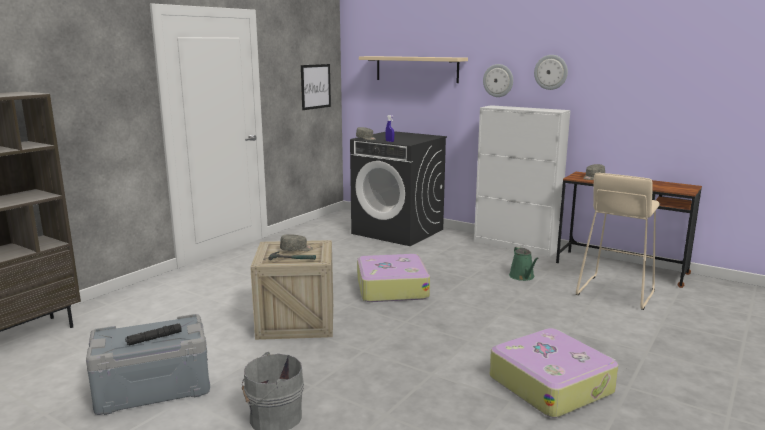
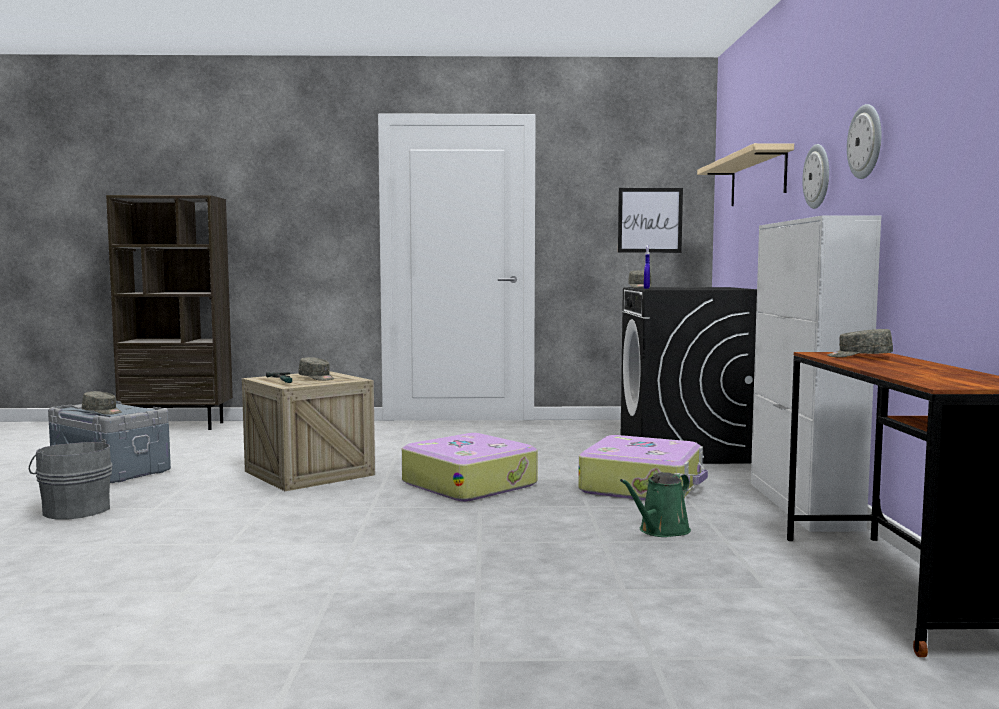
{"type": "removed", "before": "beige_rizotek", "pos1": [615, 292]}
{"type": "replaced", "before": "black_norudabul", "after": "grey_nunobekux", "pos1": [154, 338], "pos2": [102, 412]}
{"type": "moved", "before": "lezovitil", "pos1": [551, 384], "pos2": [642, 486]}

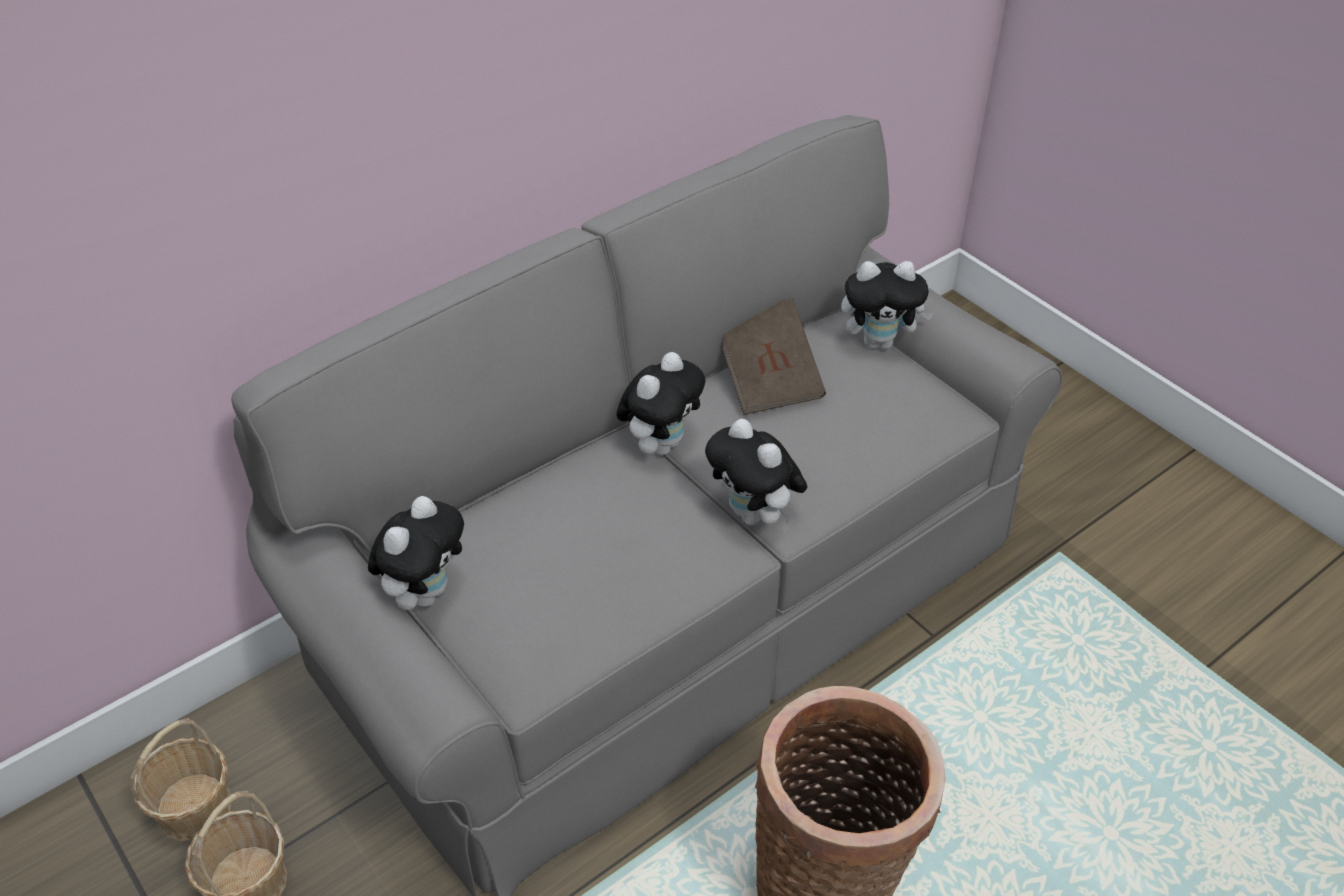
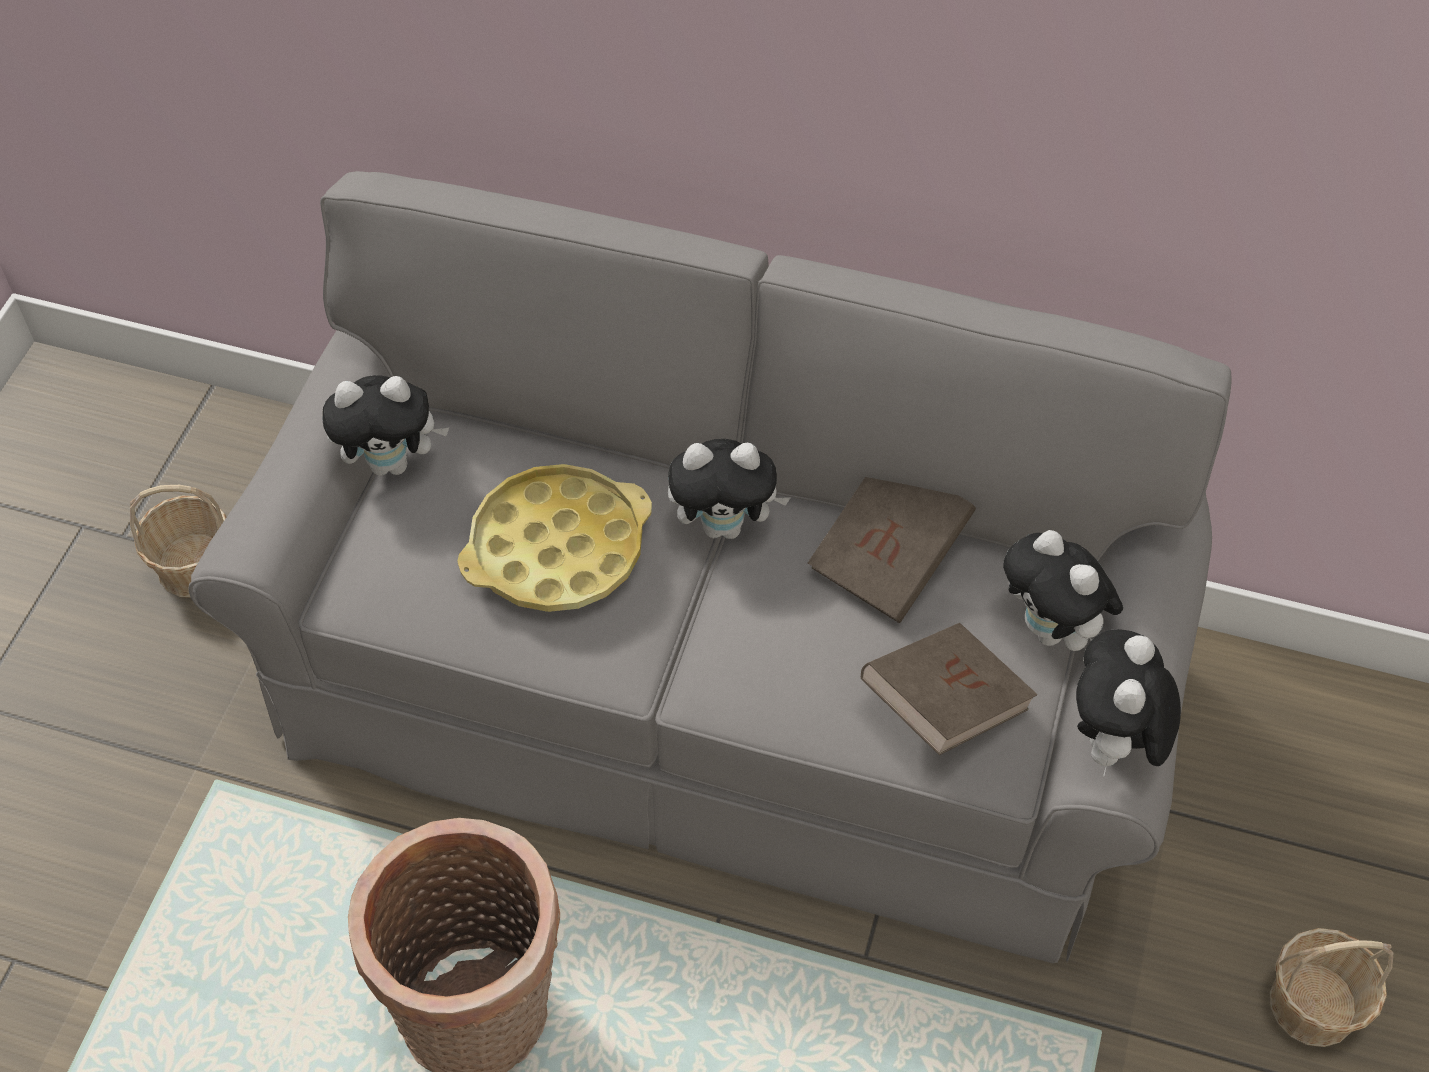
{"type": "moved", "before": "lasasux", "pos1": [754, 515], "pos2": [1112, 744]}
{"type": "moved", "before": "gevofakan", "pos1": [195, 807], "pos2": [1313, 1005]}
{"type": "added", "after": "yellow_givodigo", "pos2": [557, 548]}
{"type": "added", "after": "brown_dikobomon", "pos2": [944, 705]}

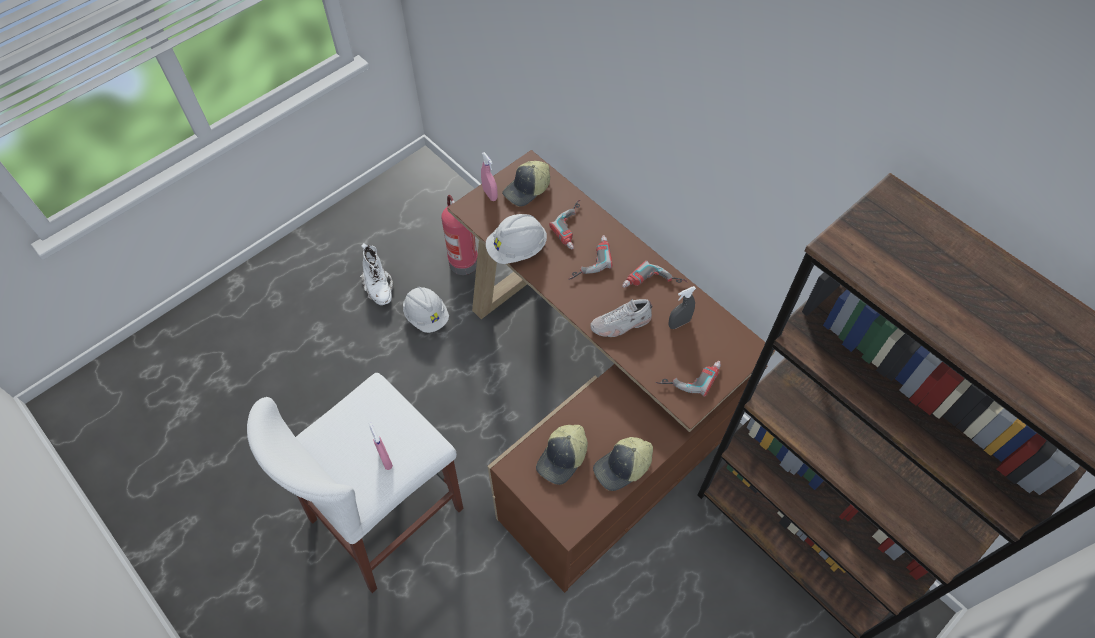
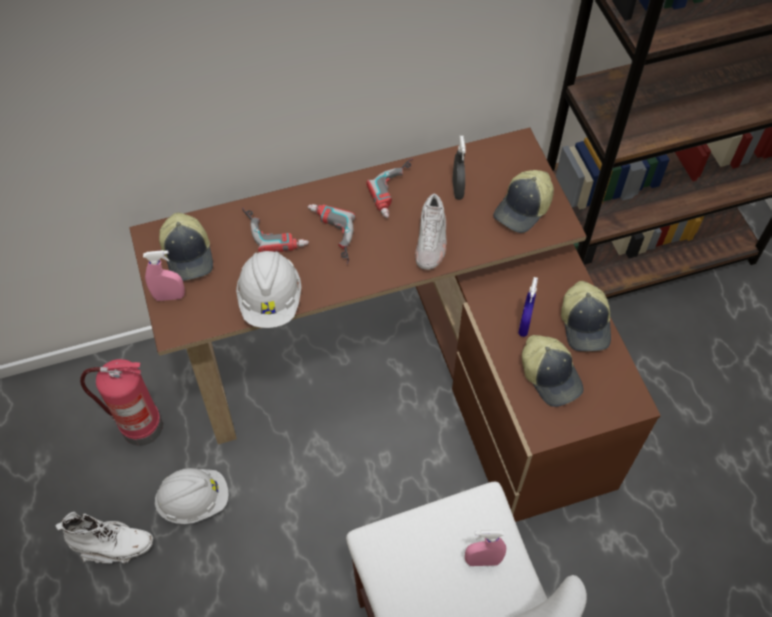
{"type": "replaced", "before": "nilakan", "after": "nunobekux", "pos1": [689, 375], "pos2": [524, 209]}
{"type": "added", "after": "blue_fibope", "pos2": [524, 325]}

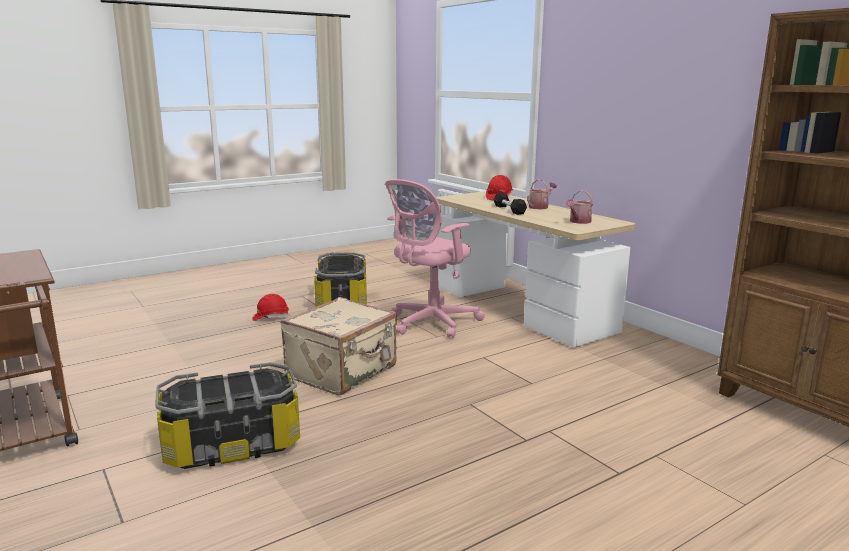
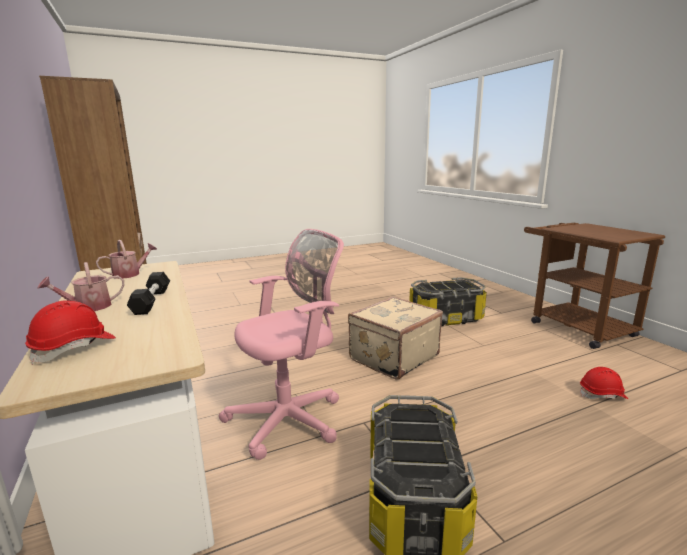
{"type": "moved", "before": "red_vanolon", "pos1": [270, 317], "pos2": [602, 395]}

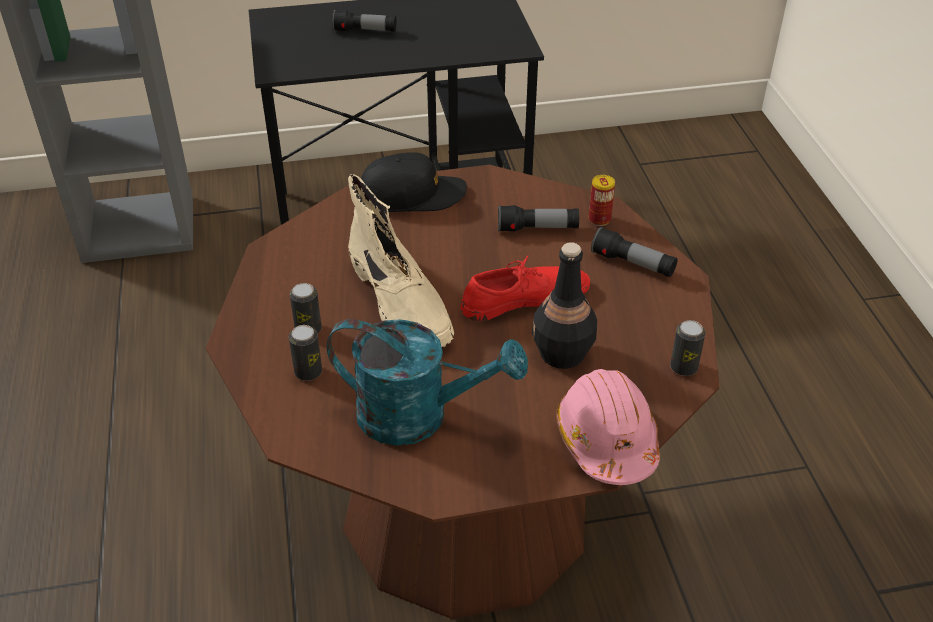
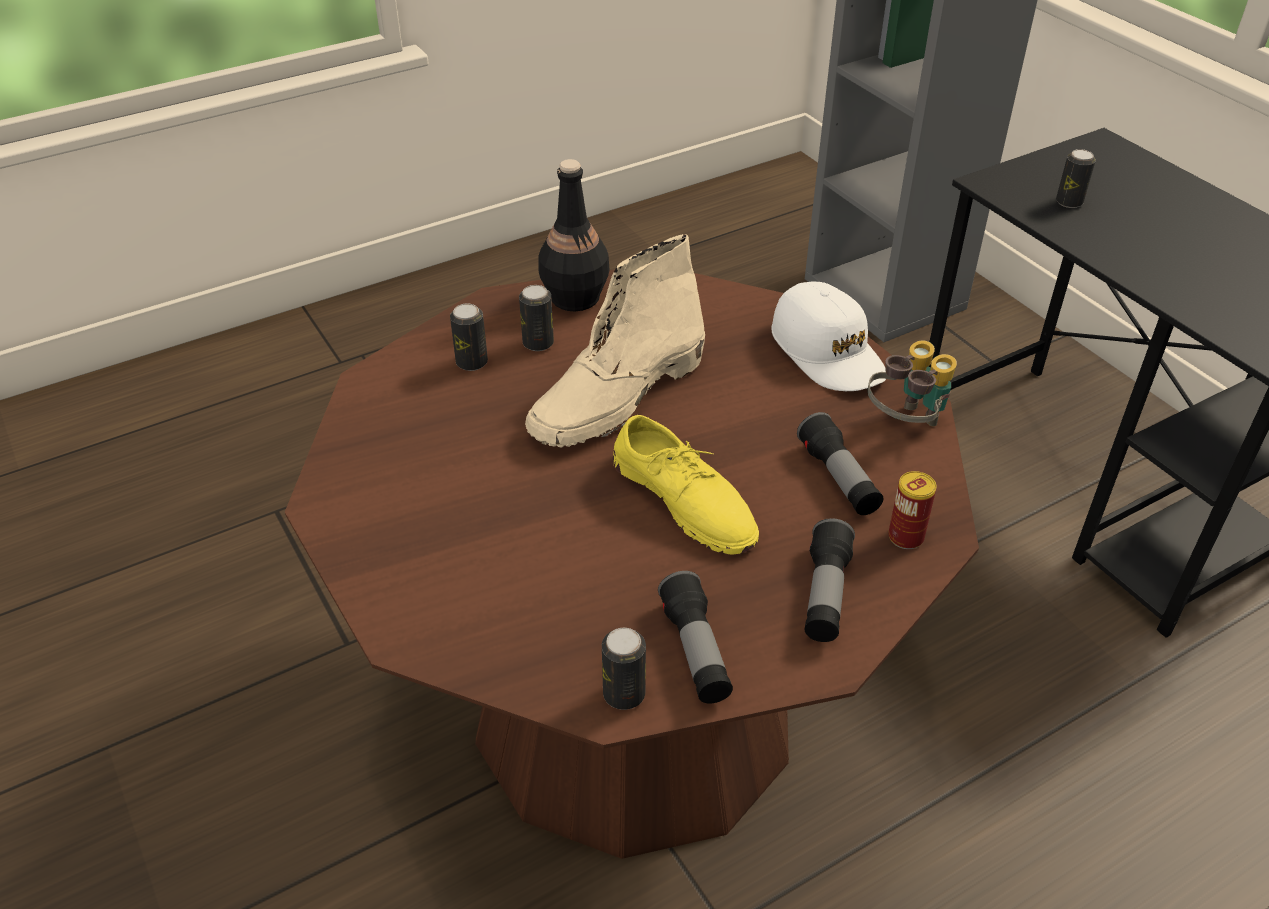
{"type": "moved", "before": "norudabul", "pos1": [365, 31], "pos2": [695, 651]}
{"type": "recoloured", "before": "black_nunobekux", "after": "white_nunobekux", "pos1": [412, 195], "pos2": [828, 352]}
{"type": "moved", "before": "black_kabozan", "pos1": [562, 354], "pos2": [574, 298]}
{"type": "recoloured", "before": "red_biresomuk", "after": "yellow_biresomuk", "pos1": [524, 298], "pos2": [685, 499]}
{"type": "removed", "before": "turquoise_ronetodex", "pos1": [419, 416]}
{"type": "removed", "before": "pink_vanolon", "pos1": [606, 440]}
{"type": "added", "after": "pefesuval", "pos2": [1069, 202]}
{"type": "added", "after": "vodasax", "pos2": [906, 424]}

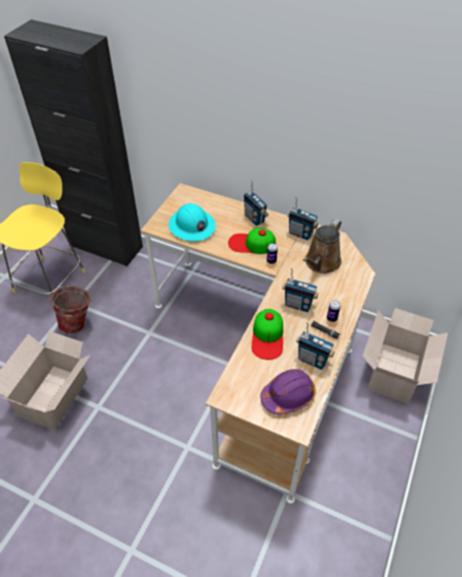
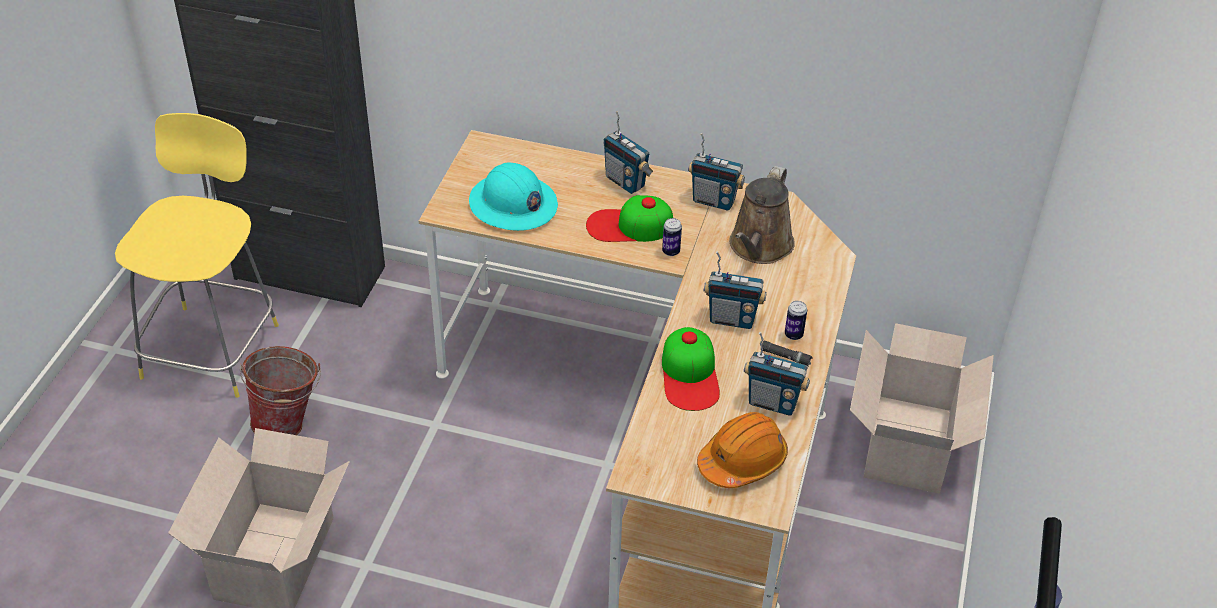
{"type": "recoloured", "before": "purple_vanolon", "after": "orange_vanolon", "pos1": [288, 395], "pos2": [742, 461]}

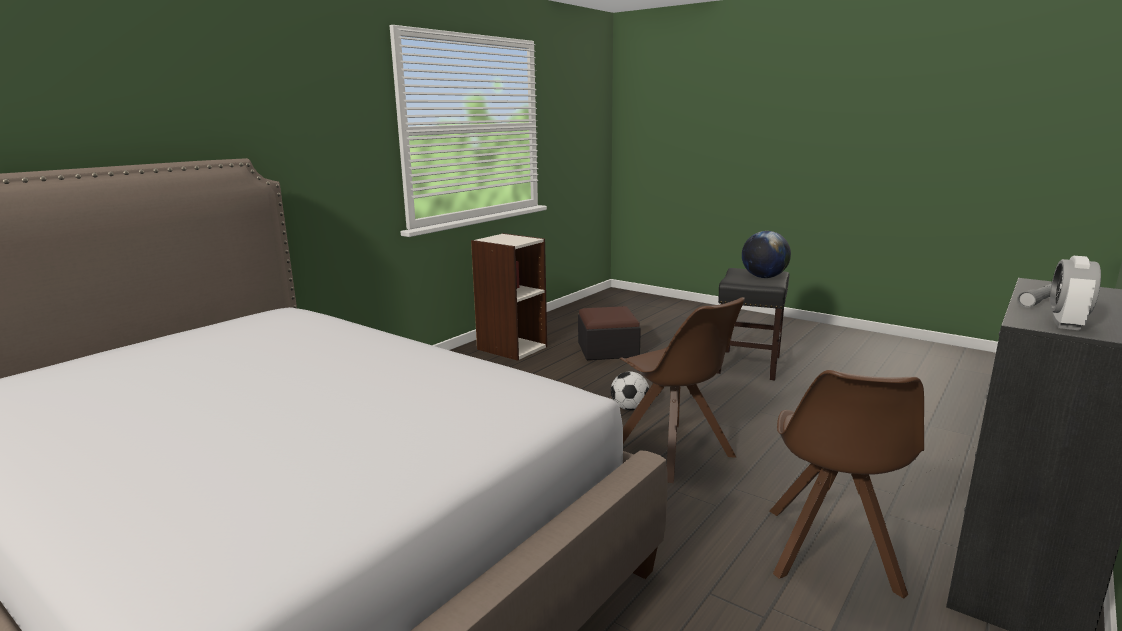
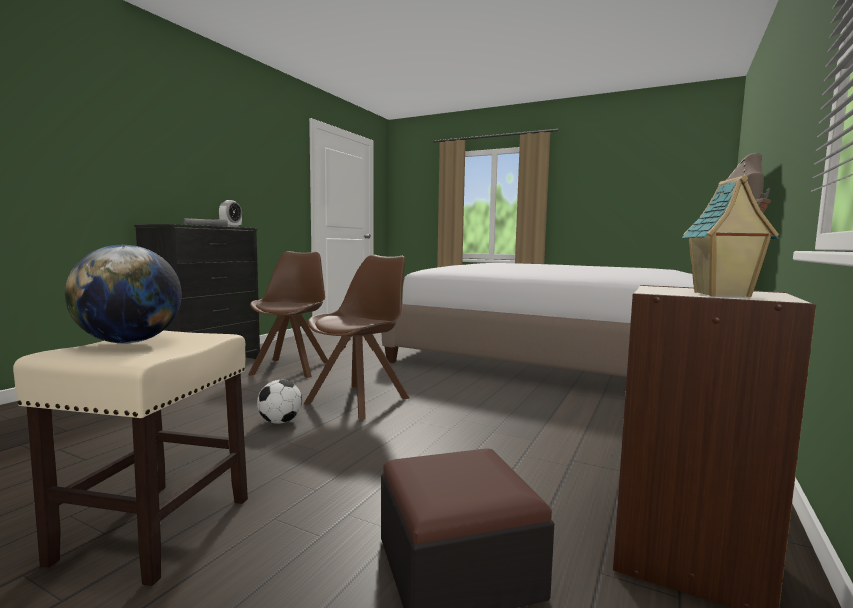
{"type": "recoloured", "before": "black_rizotek", "after": "beige_rizotek", "pos1": [748, 364], "pos2": [154, 530]}
{"type": "turned", "before": "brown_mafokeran", "pos1": [675, 453], "pos2": [360, 400], "turn": 75}
{"type": "moved", "before": "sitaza", "pos1": [629, 408], "pos2": [280, 422]}
{"type": "added", "after": "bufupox", "pos2": [721, 294]}

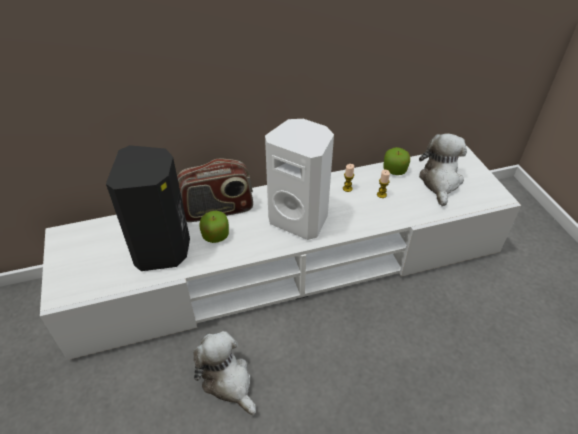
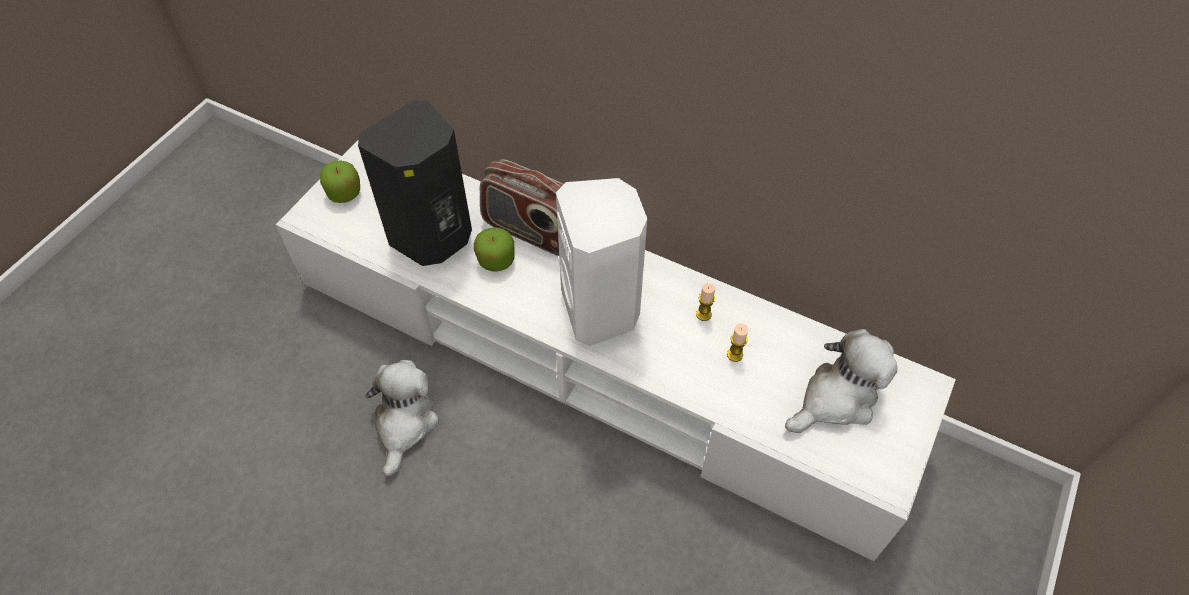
{"type": "moved", "before": "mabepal", "pos1": [394, 170], "pos2": [344, 193]}

